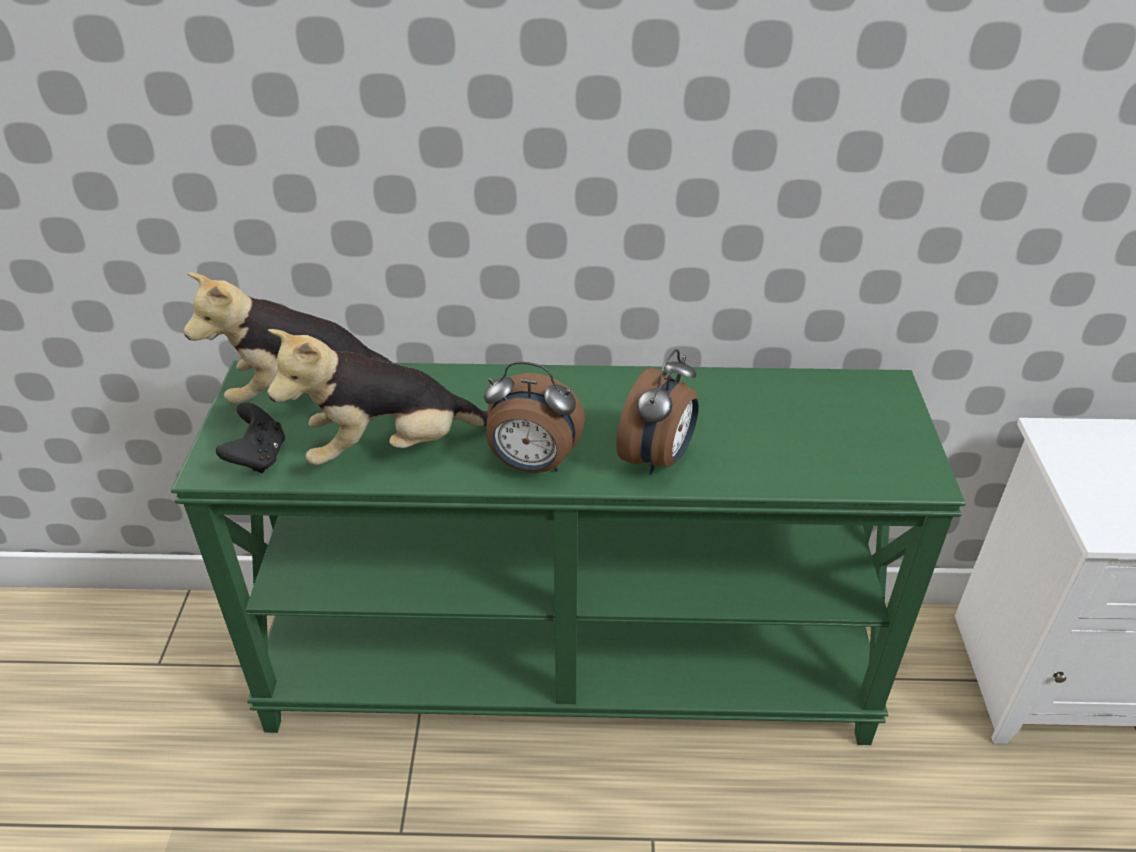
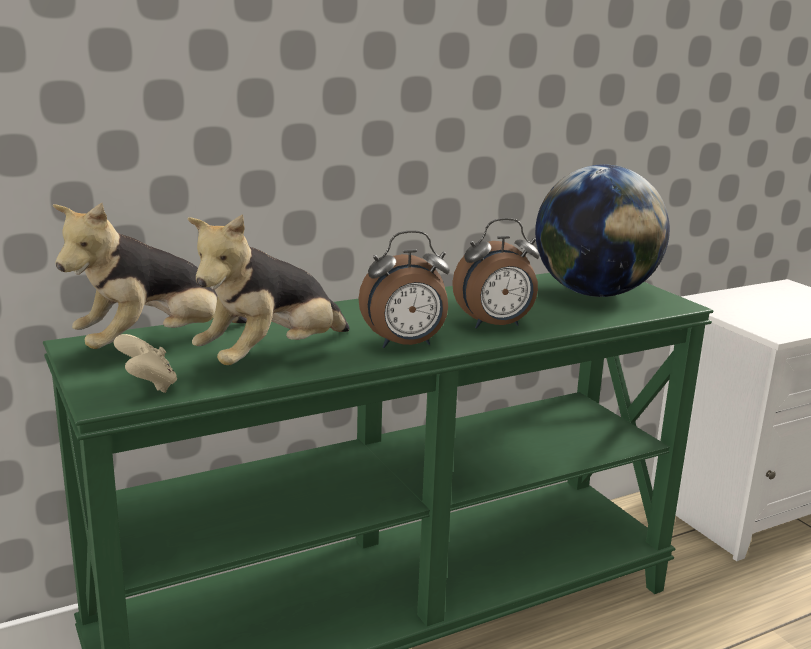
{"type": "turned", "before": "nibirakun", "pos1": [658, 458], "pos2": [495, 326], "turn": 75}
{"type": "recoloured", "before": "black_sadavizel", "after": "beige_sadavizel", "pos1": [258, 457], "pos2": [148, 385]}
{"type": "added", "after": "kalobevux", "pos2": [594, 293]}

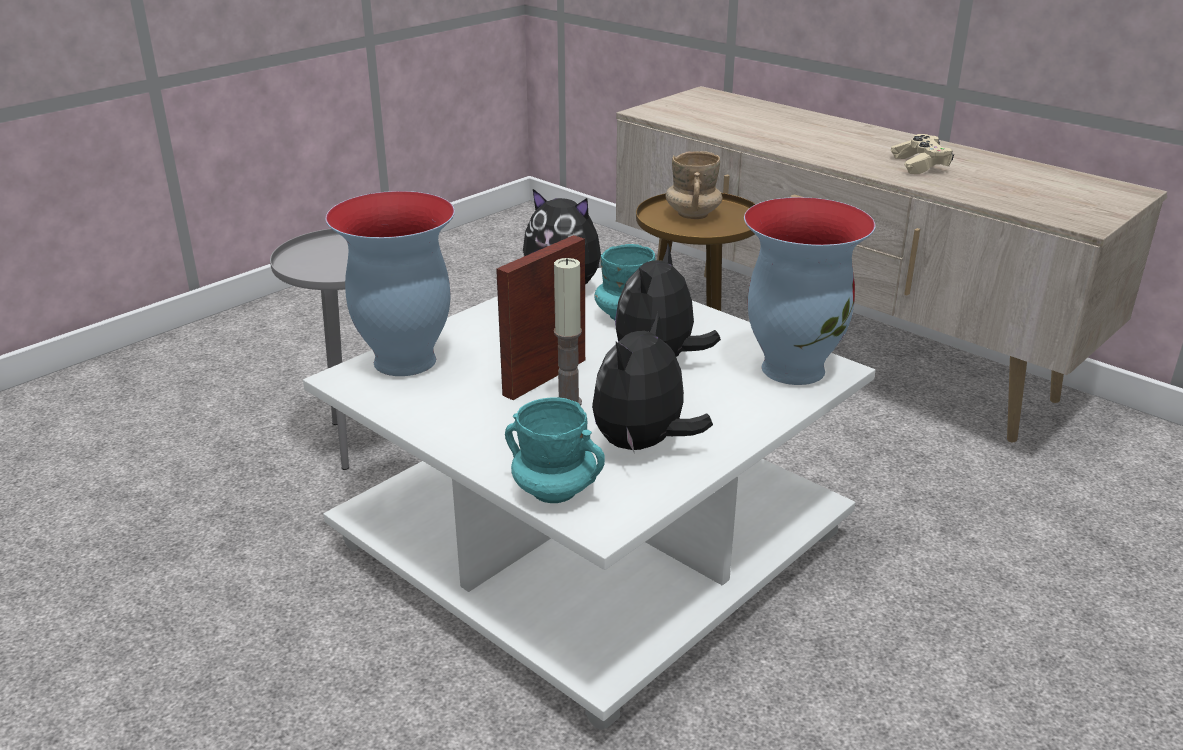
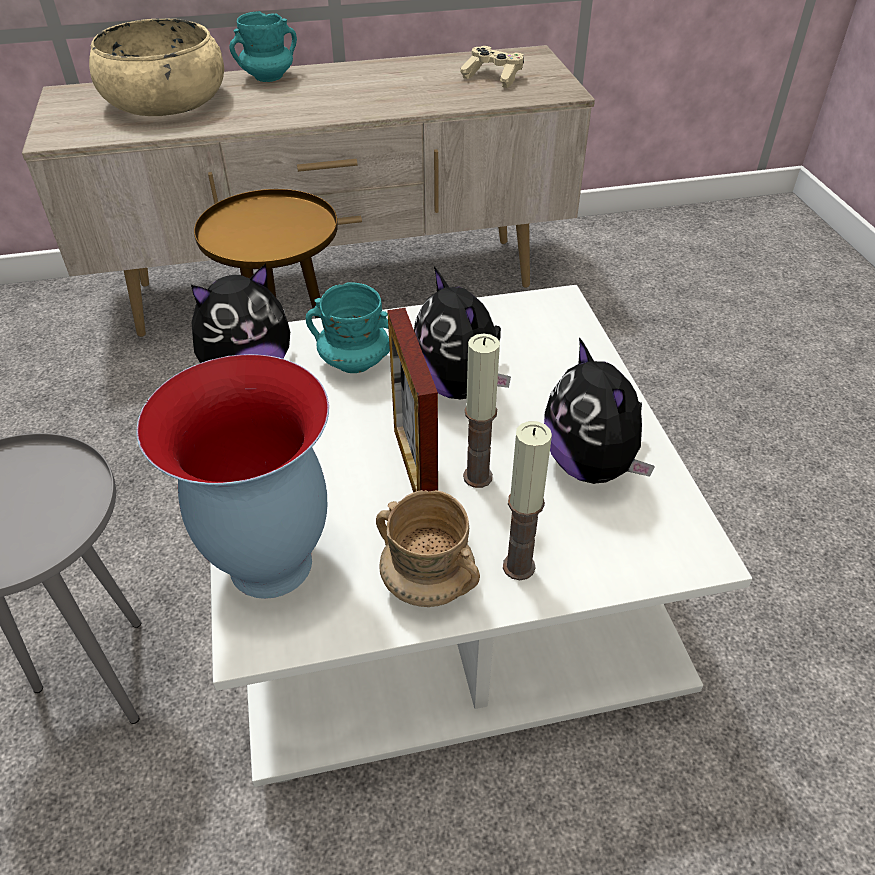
{"type": "moved", "before": "beige_sadavizel", "pos1": [919, 165], "pos2": [493, 77]}
{"type": "moved", "before": "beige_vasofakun", "pos1": [692, 214], "pos2": [427, 583]}
{"type": "removed", "before": "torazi", "pos1": [792, 368]}
{"type": "moved", "before": "turquoise_vasofakun", "pos1": [555, 491], "pos2": [268, 77]}
{"type": "added", "after": "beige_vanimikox", "pos2": [165, 101]}
{"type": "added", "after": "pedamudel", "pos2": [519, 566]}

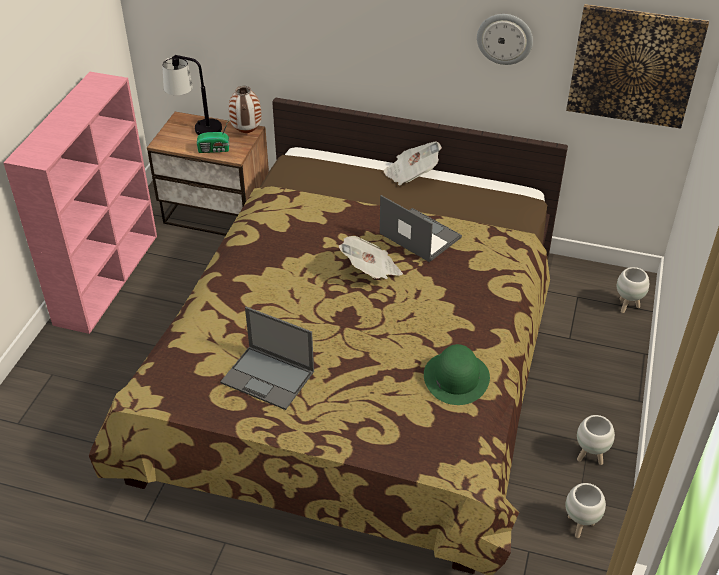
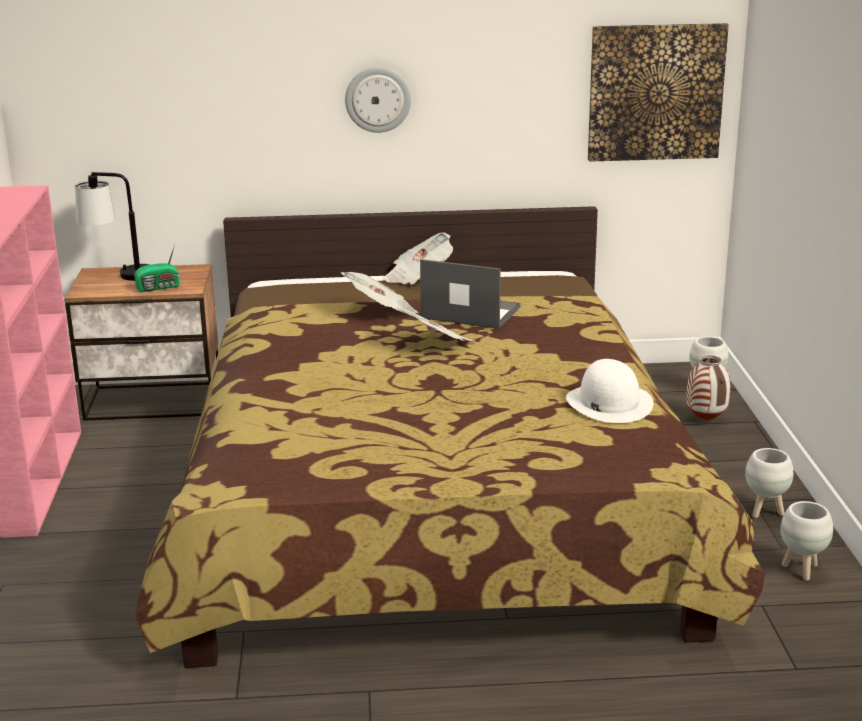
{"type": "moved", "before": "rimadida", "pos1": [505, 38], "pos2": [378, 99]}
{"type": "moved", "before": "torazi", "pos1": [247, 132], "pos2": [706, 420]}
{"type": "removed", "before": "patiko", "pos1": [269, 377]}
{"type": "recoloured", "before": "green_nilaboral", "after": "white_nilaboral", "pos1": [456, 377], "pos2": [608, 403]}
{"type": "added", "after": "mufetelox", "pos2": [381, 311]}

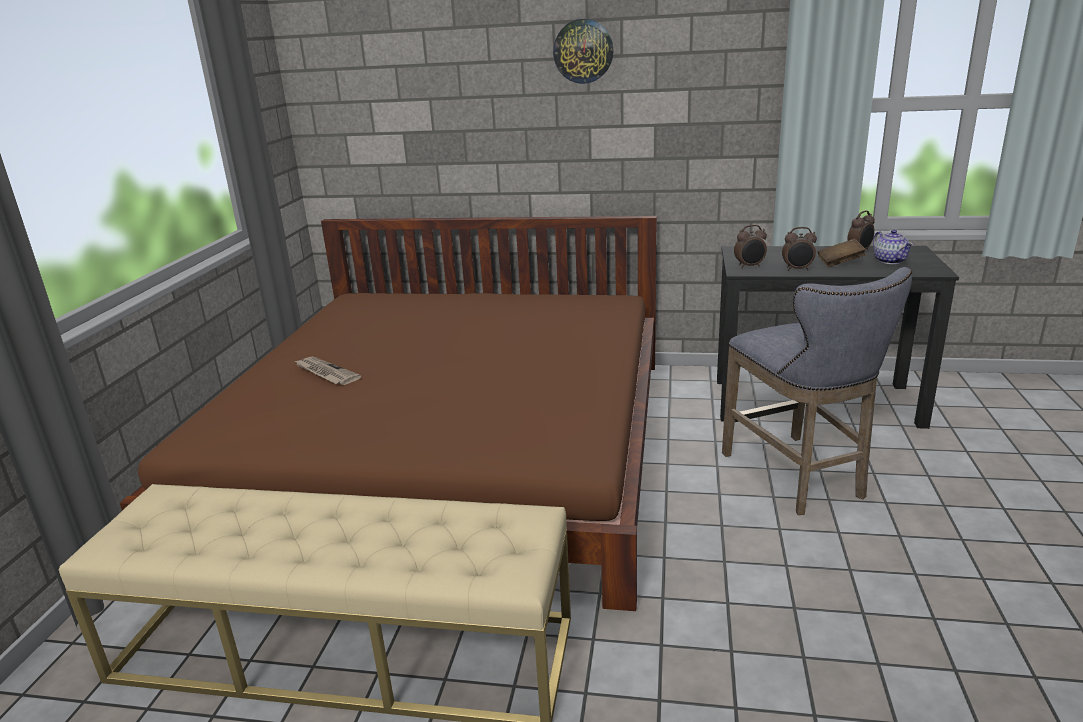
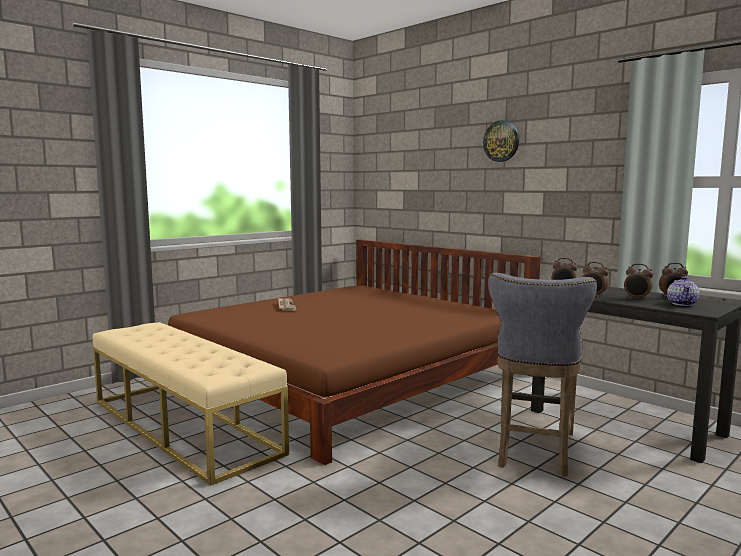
{"type": "replaced", "before": "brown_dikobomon", "after": "nibirakun", "pos1": [840, 263], "pos2": [637, 298]}

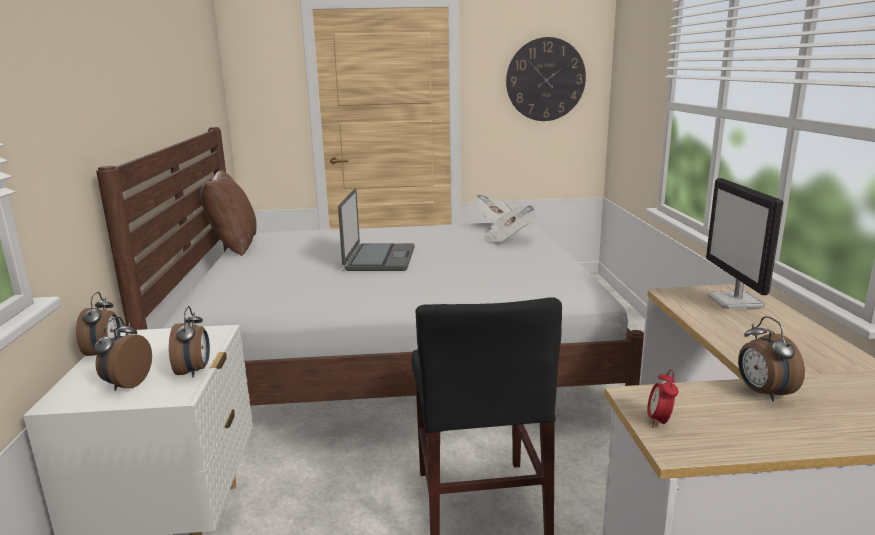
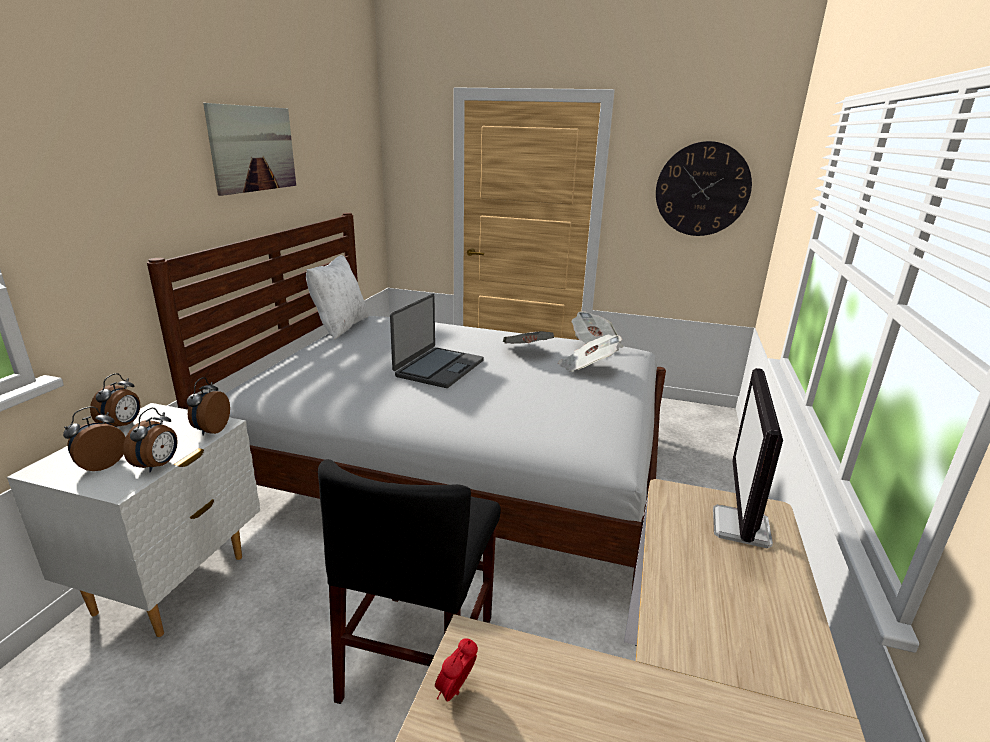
{"type": "recoloured", "before": "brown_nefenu", "after": "white_nefenu", "pos1": [234, 246], "pos2": [340, 327]}
{"type": "moved", "before": "nibirakun", "pos1": [762, 393], "pos2": [211, 430]}
{"type": "added", "after": "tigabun", "pos2": [253, 149]}
{"type": "added", "after": "mufetelox", "pos2": [527, 352]}

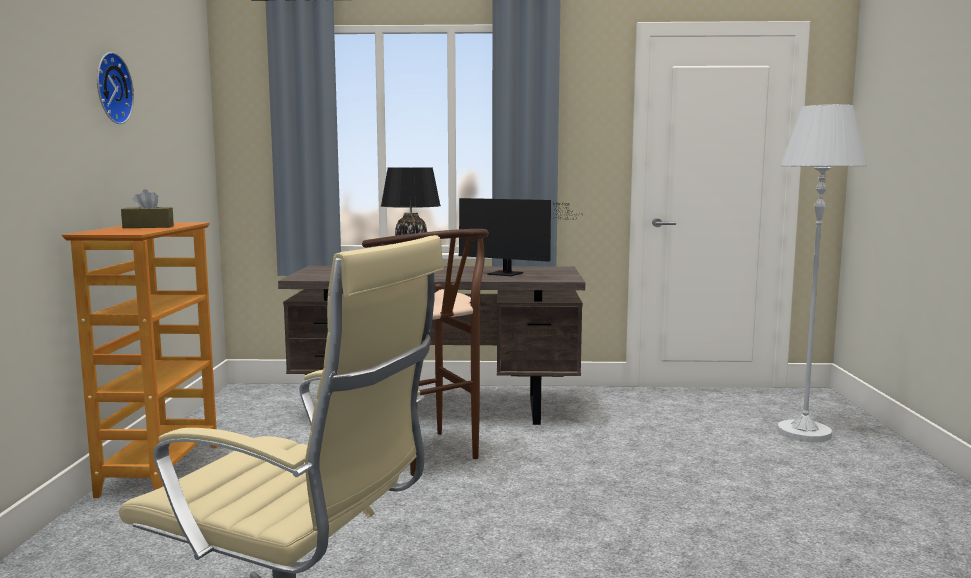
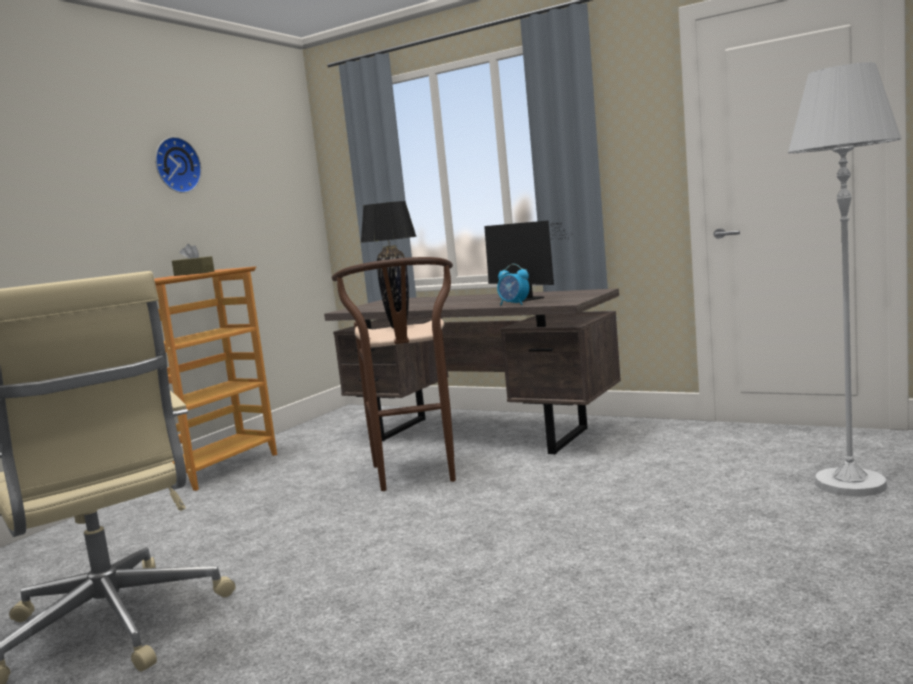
{"type": "added", "after": "nibirakun", "pos2": [514, 304]}

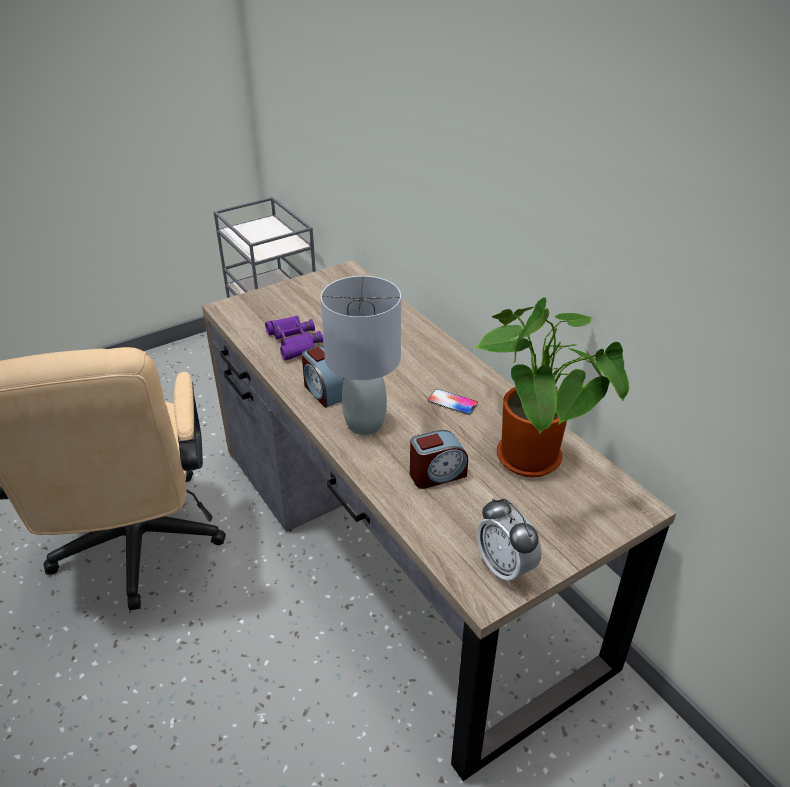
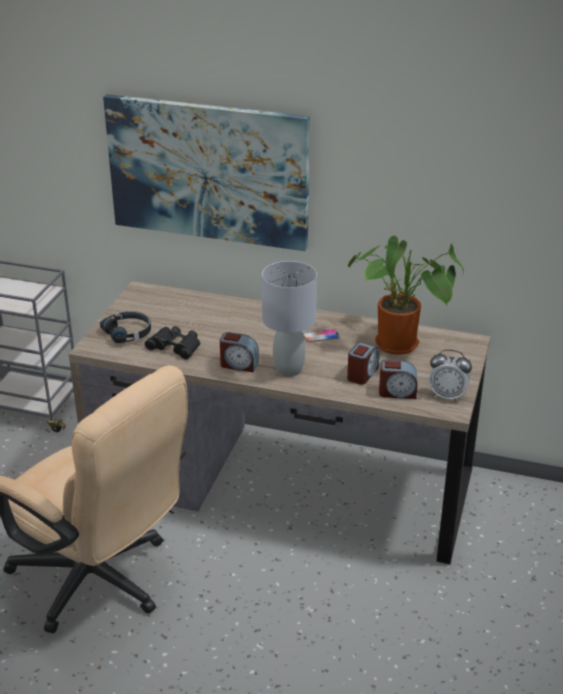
{"type": "recoloured", "before": "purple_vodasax", "after": "black_vodasax", "pos1": [294, 342], "pos2": [175, 347]}
{"type": "added", "after": "tigabun", "pos2": [208, 171]}
{"type": "added", "after": "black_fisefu", "pos2": [128, 332]}
{"type": "added", "after": "nibirakun", "pos2": [397, 392]}

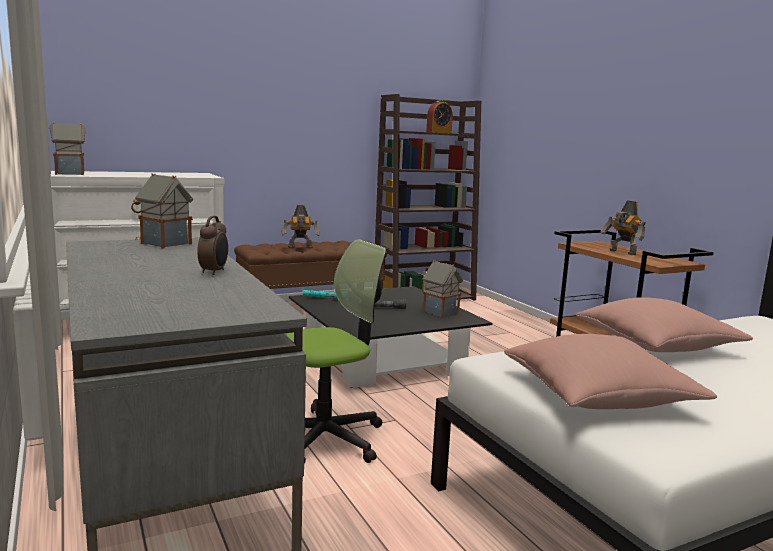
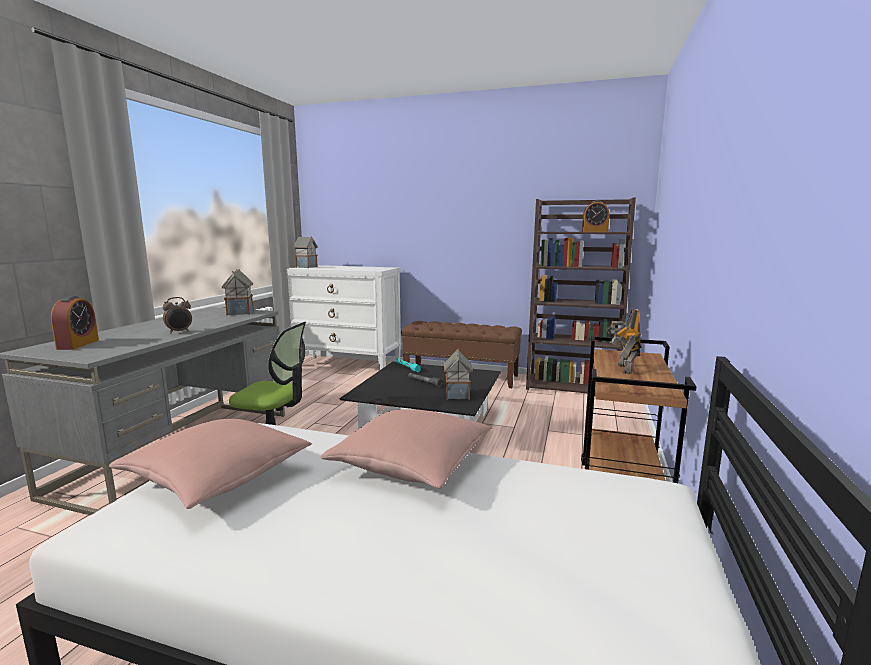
{"type": "removed", "before": "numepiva", "pos1": [300, 247]}
{"type": "added", "after": "nibirakun", "pos2": [78, 344]}

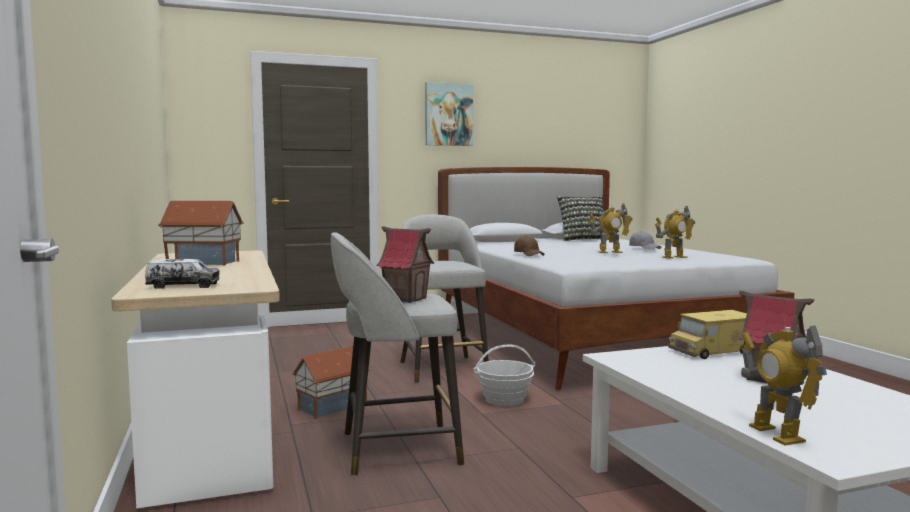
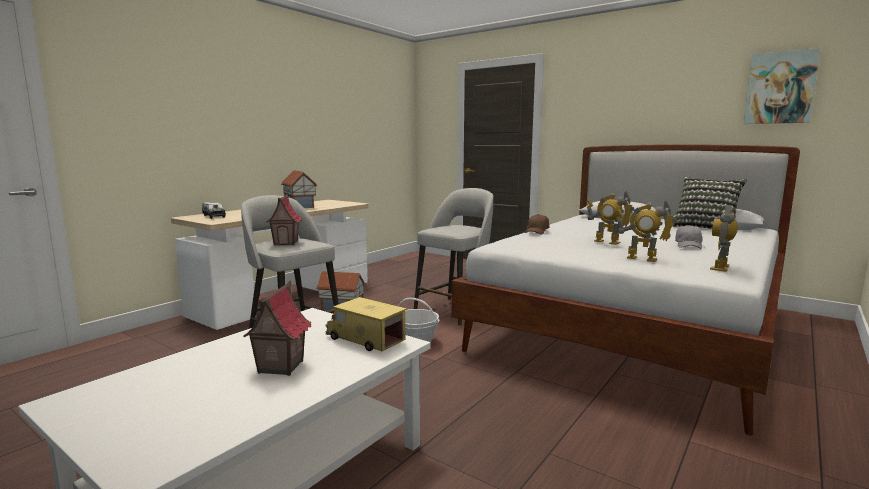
{"type": "moved", "before": "tigabun", "pos1": [448, 114], "pos2": [780, 88]}
{"type": "moved", "before": "numepiva", "pos1": [776, 434], "pos2": [720, 267]}

